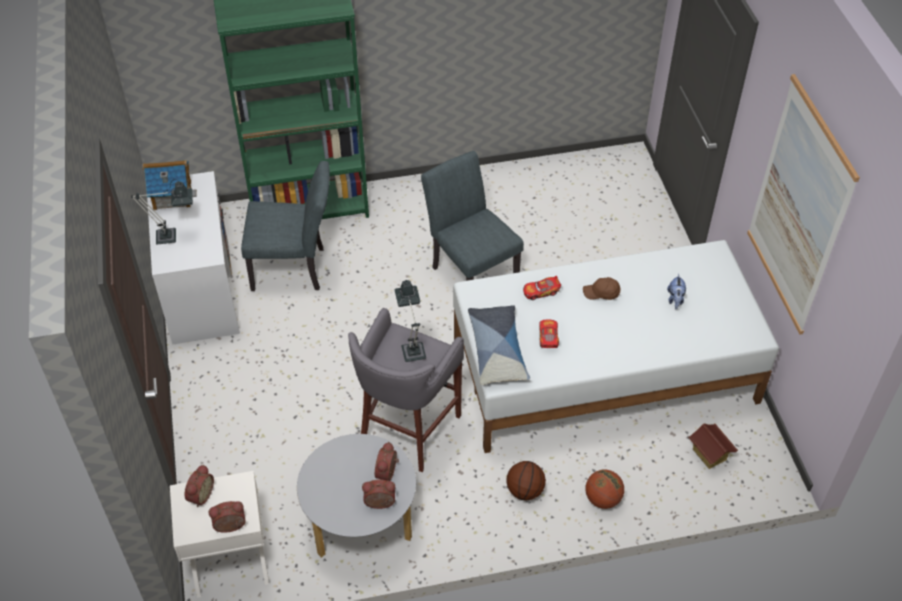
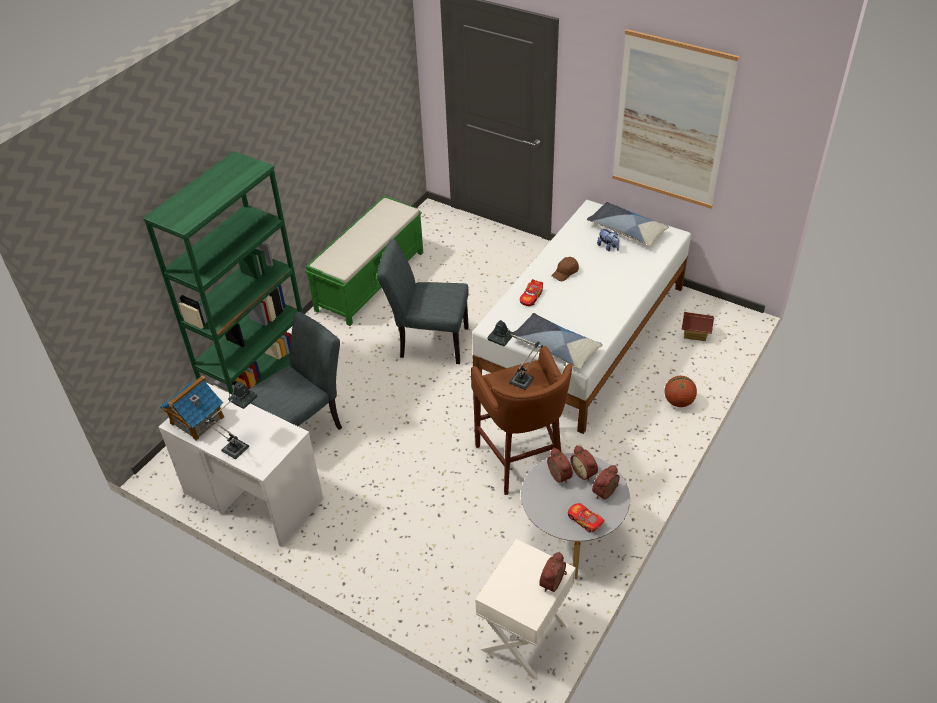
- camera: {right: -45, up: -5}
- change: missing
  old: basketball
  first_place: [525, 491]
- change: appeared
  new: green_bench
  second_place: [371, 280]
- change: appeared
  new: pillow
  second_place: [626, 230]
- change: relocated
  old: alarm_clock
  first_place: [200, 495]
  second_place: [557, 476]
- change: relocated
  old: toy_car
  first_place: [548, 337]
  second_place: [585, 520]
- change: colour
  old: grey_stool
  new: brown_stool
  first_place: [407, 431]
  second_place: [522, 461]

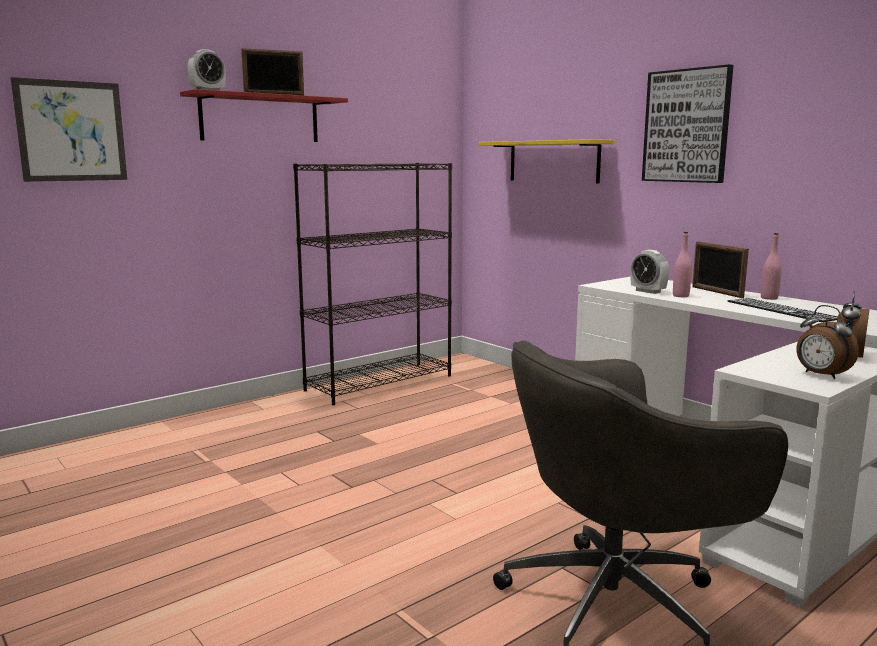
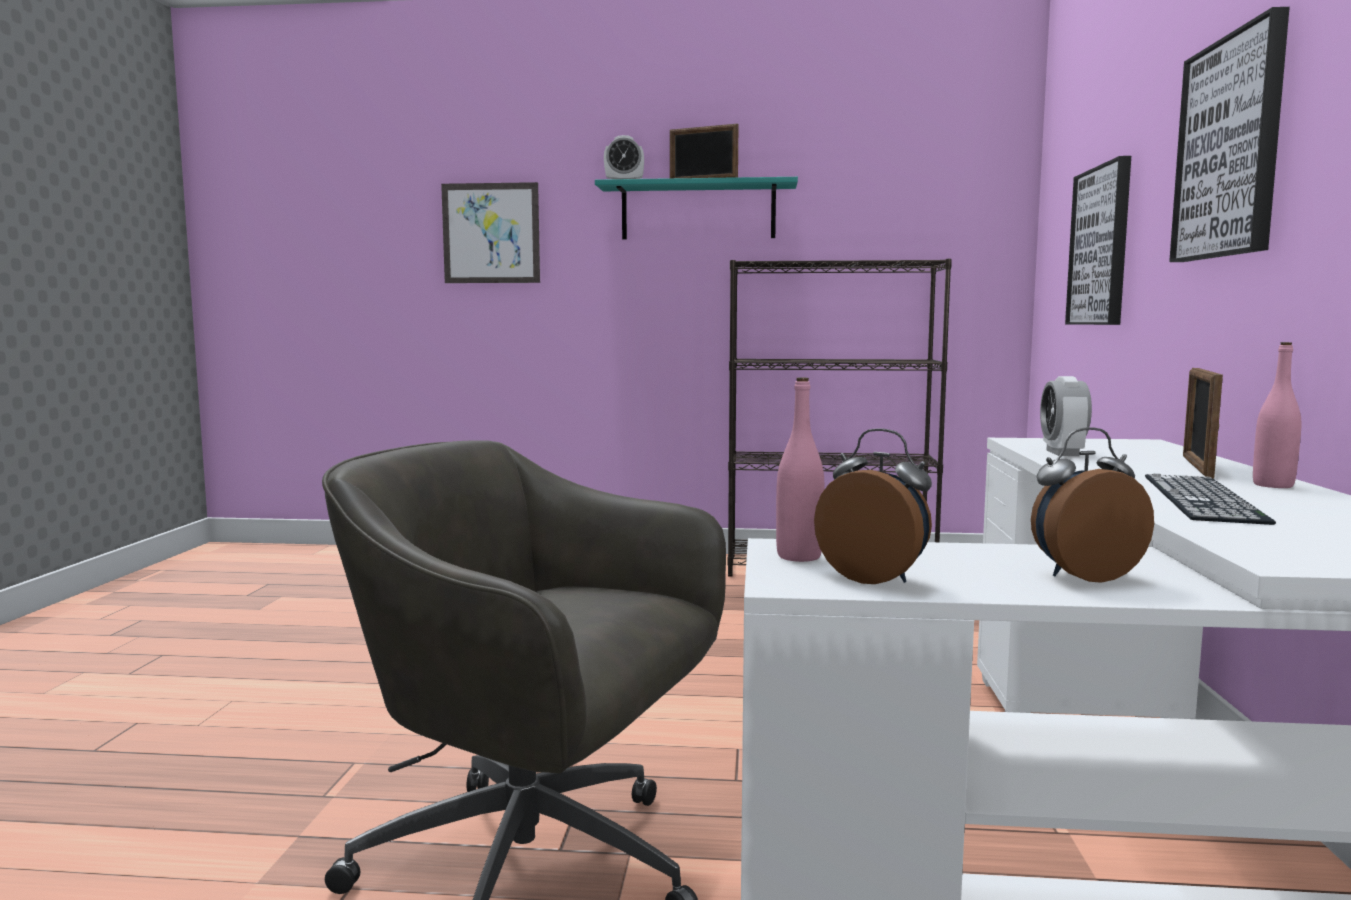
- camera: {right: 45, up: -5}
- change: relocated
  old: pink_bottle
  first_place: [680, 296]
  second_place: [799, 556]
- change: exchanged
  old: yellow_shelf
  new: picture
  first_place: [553, 161]
  second_place: [1101, 246]
- change: colour
  old: red_shelf
  new: turquoise_shelf
  first_place: [260, 118]
  second_place: [698, 212]
- change: spun
  old: alarm_clock
  first_place: [821, 375]
  second_place: [875, 578]
  degrees: 120

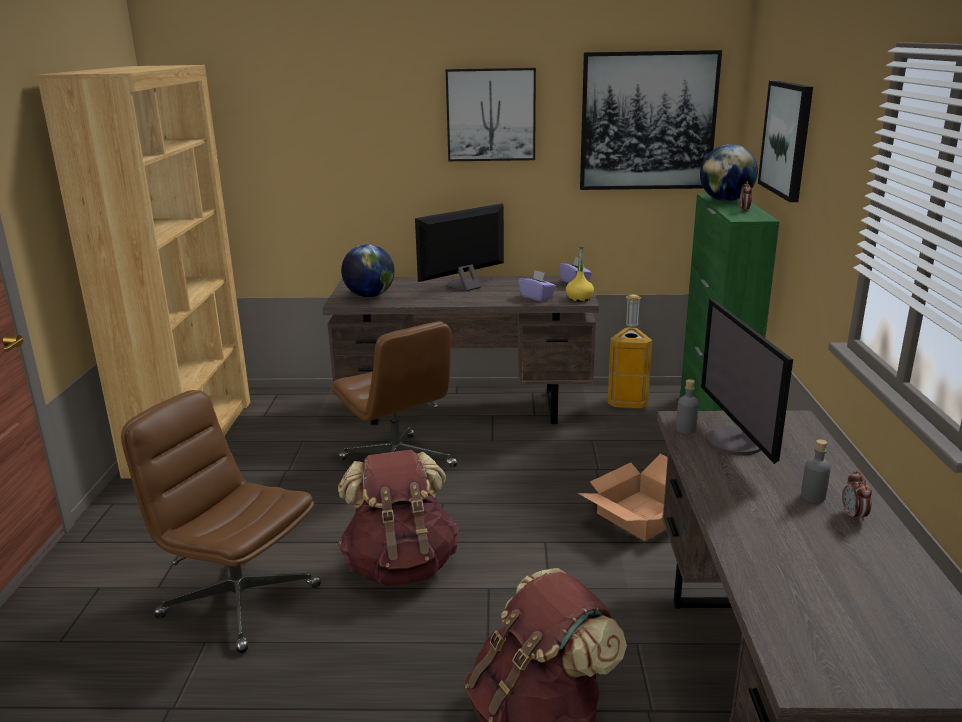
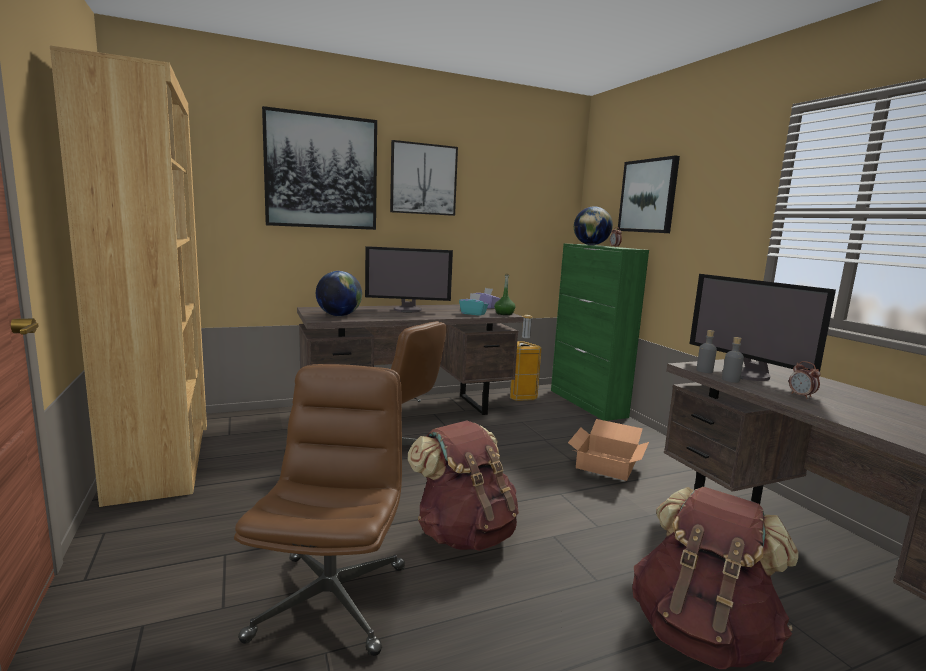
- camera: {right: -25, up: -10}
- change: relocated
  old: picture
  first_place: [647, 121]
  second_place: [321, 172]
- change: relocated
  old: grey_bottle
  first_place: [813, 496]
  second_place: [730, 380]
- change: relocated
  old: alarm_clock
  first_place: [853, 516]
  second_place: [801, 396]
- change: colour
  old: purple_tissue_box
  new: turquoise_tissue_box
  first_place: [537, 297]
  second_place: [473, 314]
- change: colour
  old: yellow_bottle
  new: green_bottle
  first_place: [579, 298]
  second_place: [504, 314]
- change: spun
  old: brown_office_chair
  first_place: [238, 601]
  second_place: [330, 600]
  degrees: 90
- change: spun
  old: monitor
  first_place: [463, 286]
  second_place: [408, 310]
  degrees: -120

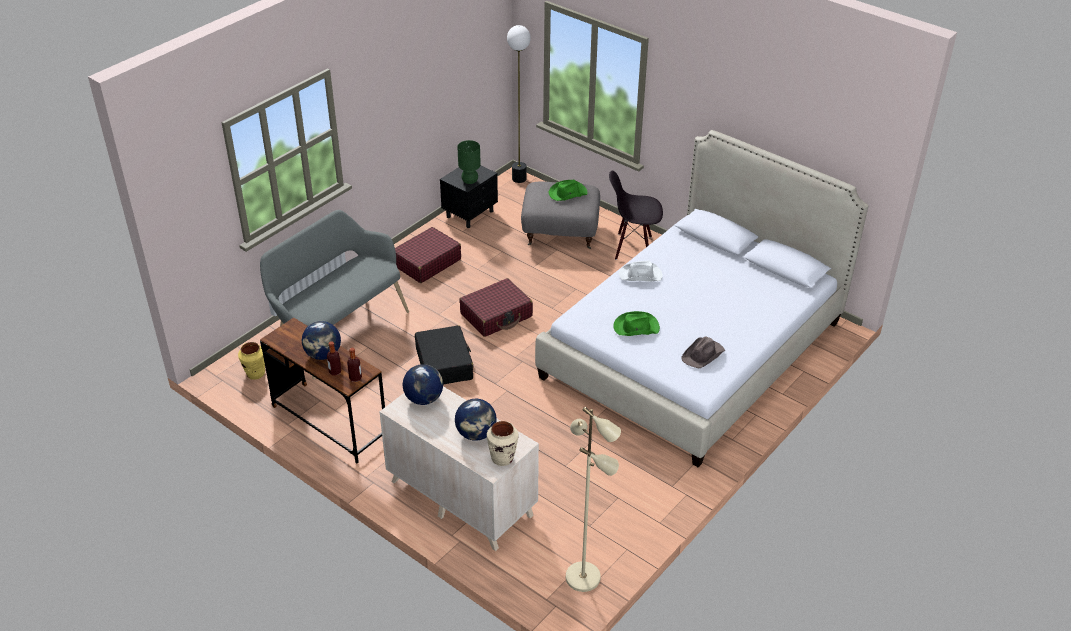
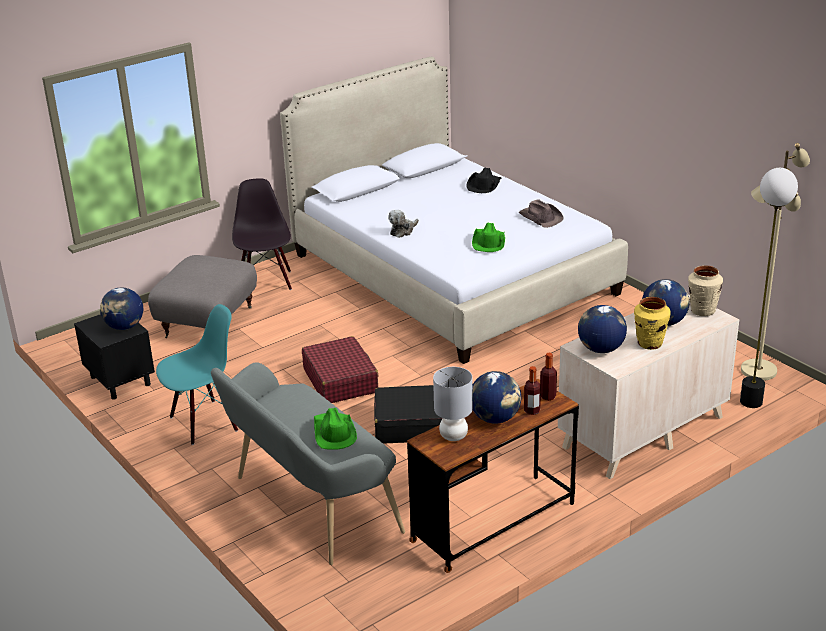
- camera: {right: -75, up: -10}
- change: appeared
  new: grey_table_lamp
  second_place: [454, 436]
- change: appeared
  new: black_hat
  second_place: [484, 185]
- change: relocated
  old: yellow_vase
  first_place: [255, 374]
  second_place: [649, 343]
- change: relocated
  old: floor_lamp
  first_place: [519, 178]
  second_place: [751, 402]
- change: relocated
  old: green_hat
  first_place: [567, 193]
  second_place: [334, 433]
- change: exchanged
  old: red_suitcase
  new: turquoise_chair
  first_place: [426, 262]
  second_place: [204, 423]
- change: exchanged
  old: green_table_lamp
  new: globe
  first_place: [469, 181]
  second_place: [124, 327]
- change: exchanged
  old: white_hat
  new: plush_toy
  first_place: [641, 275]
  second_place: [403, 231]
- change: spun
  old: black_chair
  first_place: [633, 247]
  second_place: [266, 283]
  degrees: 150

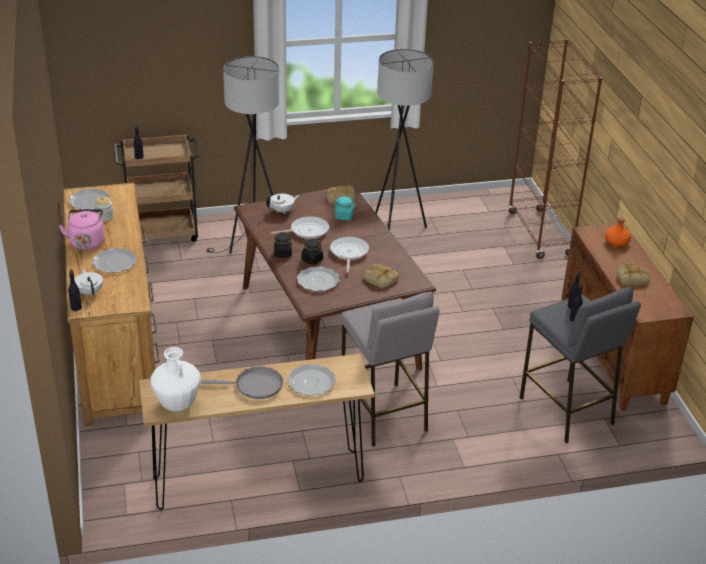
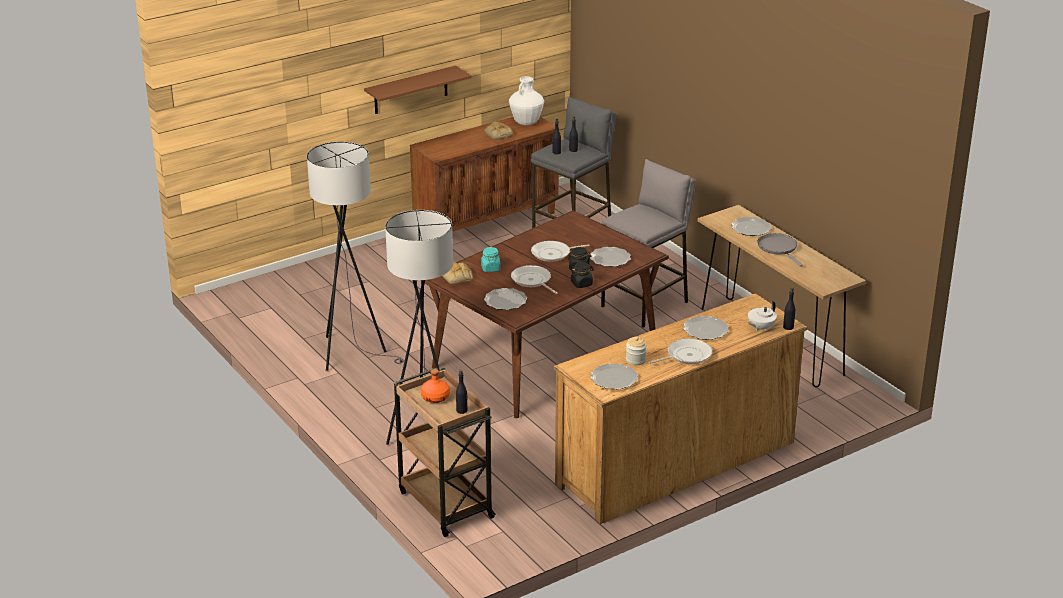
- camera: {right: -110, up: -5}
- change: missing
  old: bread
  first_place: [379, 279]
- change: missing
  old: brown_bookcase
  first_place: [540, 234]
- change: appeared
  new: brown_shelf
  second_place: [410, 90]
- change: relocated
  old: white_vase
  first_place: [177, 404]
  second_place: [526, 123]
- change: relocated
  old: orange_bottle
  first_place: [616, 242]
  second_place: [435, 397]
- change: exchanged
  old: pink_kettle
  new: frying_pan
  first_place: [87, 241]
  second_place: [686, 355]
- change: exchanged
  old: white_teapot
  new: plate
  first_place: [282, 211]
  second_place: [505, 301]

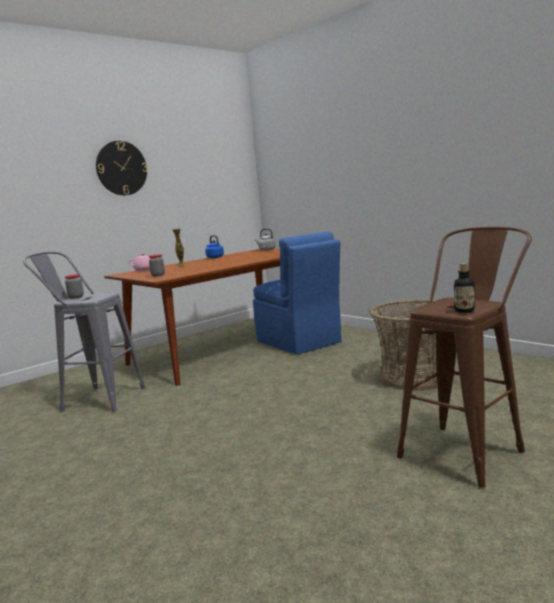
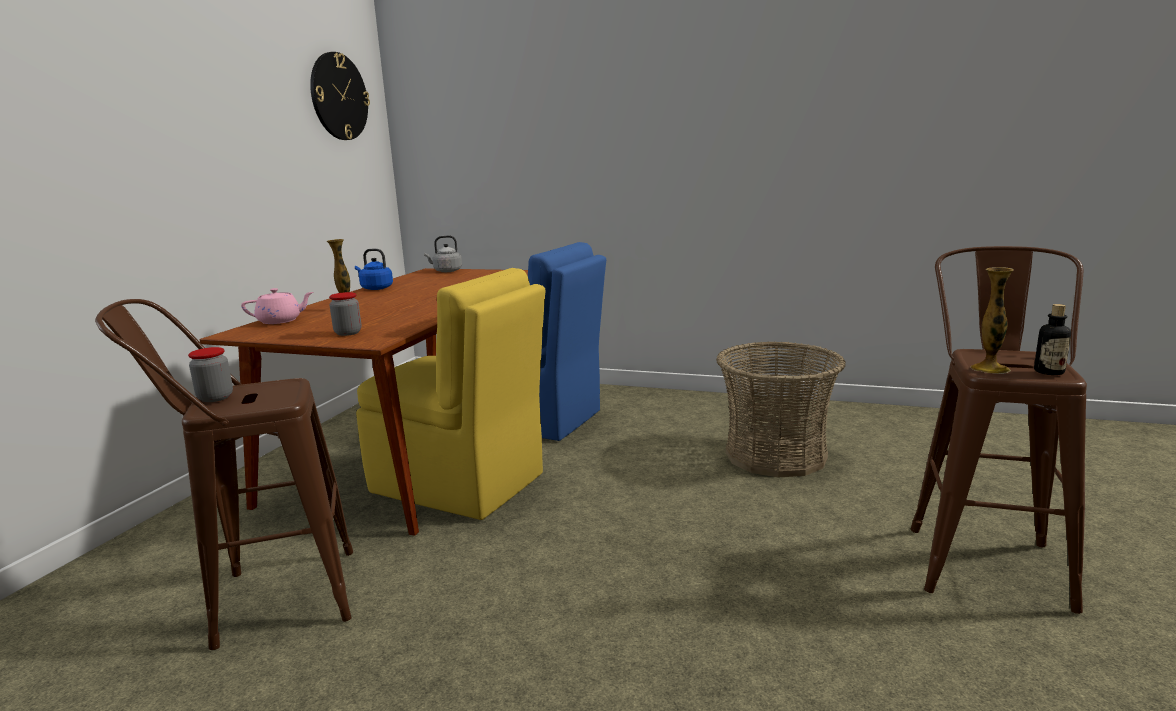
- camera: {right: -30, up: 5}
- change: appeared
  new: yellow_chair
  second_place: [461, 484]
- change: appeared
  new: vase
  second_place: [990, 369]
- change: relocated
  old: wall_clock
  first_place: [121, 168]
  second_place: [339, 96]
- change: colour
  old: grey_stool
  new: brown_stool
  first_place: [96, 399]
  second_place: [268, 600]

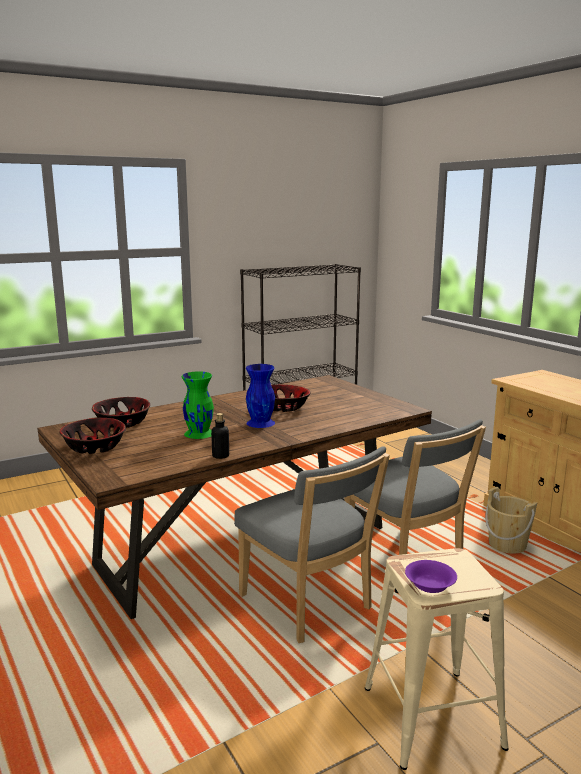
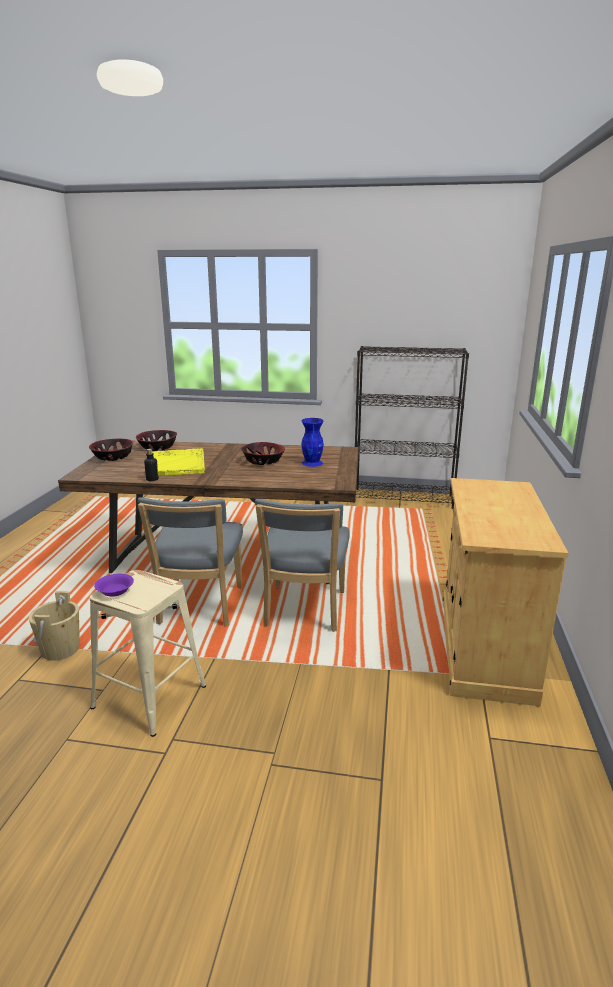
- camera: {right: 40, up: 5}
- change: relocated
  old: blue_vase
  first_place: [261, 423]
  second_place: [312, 463]
- change: relocated
  old: beige_bucket
  first_place: [507, 544]
  second_place: [60, 649]
- change: exchanged
  old: green_vase
  new: yellow_tray
  first_place: [199, 433]
  second_place: [176, 464]

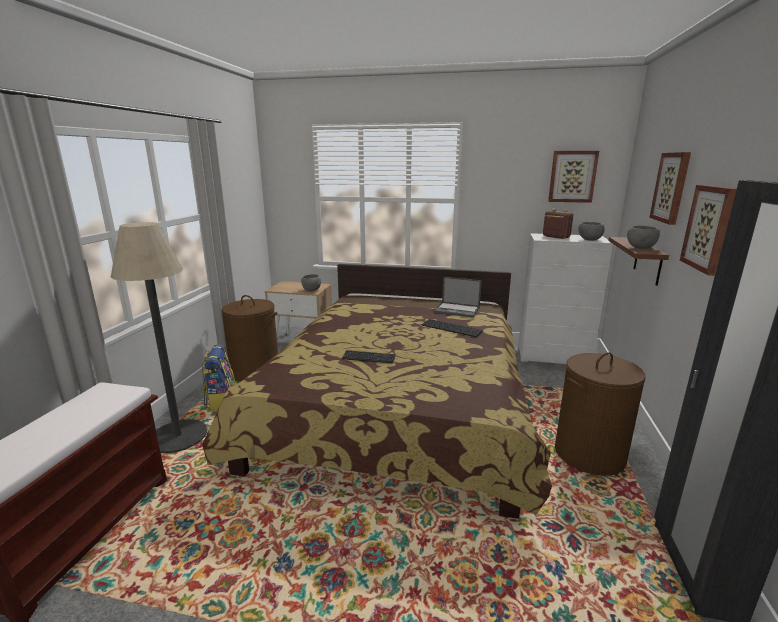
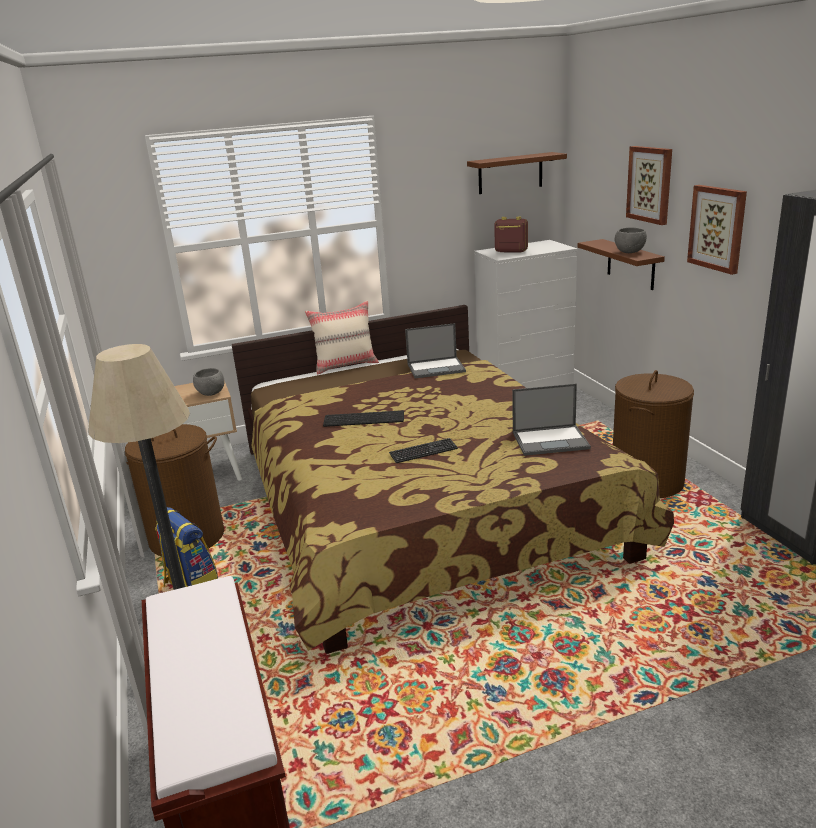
- camera: {right: -30, up: 5}
- change: missing
  old: grey_bowl
  first_place: [590, 240]
- change: appeared
  new: beige_pillow
  second_place: [345, 365]
- change: appeared
  new: laptop
  second_place: [551, 440]
- change: relocated
  old: keyboard
  first_place: [452, 328]
  second_place: [365, 418]
- change: exchanged
  old: picture
  new: brown_shelf
  first_place: [572, 176]
  second_place: [510, 173]

